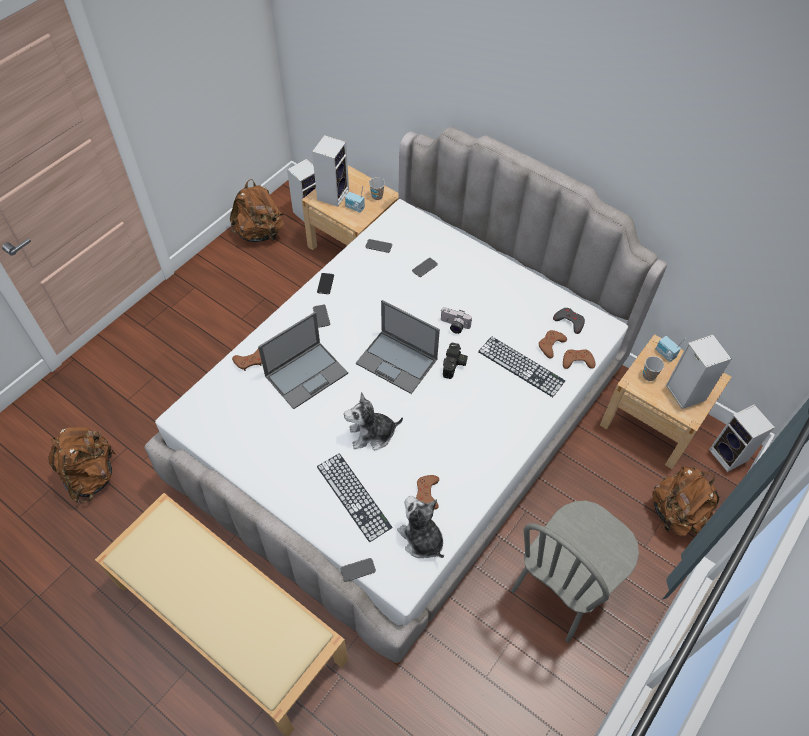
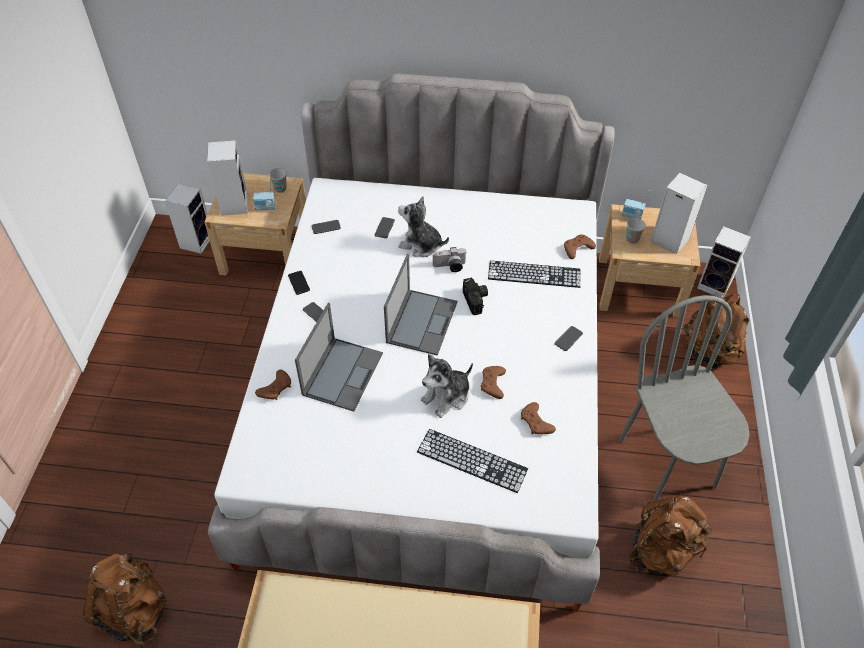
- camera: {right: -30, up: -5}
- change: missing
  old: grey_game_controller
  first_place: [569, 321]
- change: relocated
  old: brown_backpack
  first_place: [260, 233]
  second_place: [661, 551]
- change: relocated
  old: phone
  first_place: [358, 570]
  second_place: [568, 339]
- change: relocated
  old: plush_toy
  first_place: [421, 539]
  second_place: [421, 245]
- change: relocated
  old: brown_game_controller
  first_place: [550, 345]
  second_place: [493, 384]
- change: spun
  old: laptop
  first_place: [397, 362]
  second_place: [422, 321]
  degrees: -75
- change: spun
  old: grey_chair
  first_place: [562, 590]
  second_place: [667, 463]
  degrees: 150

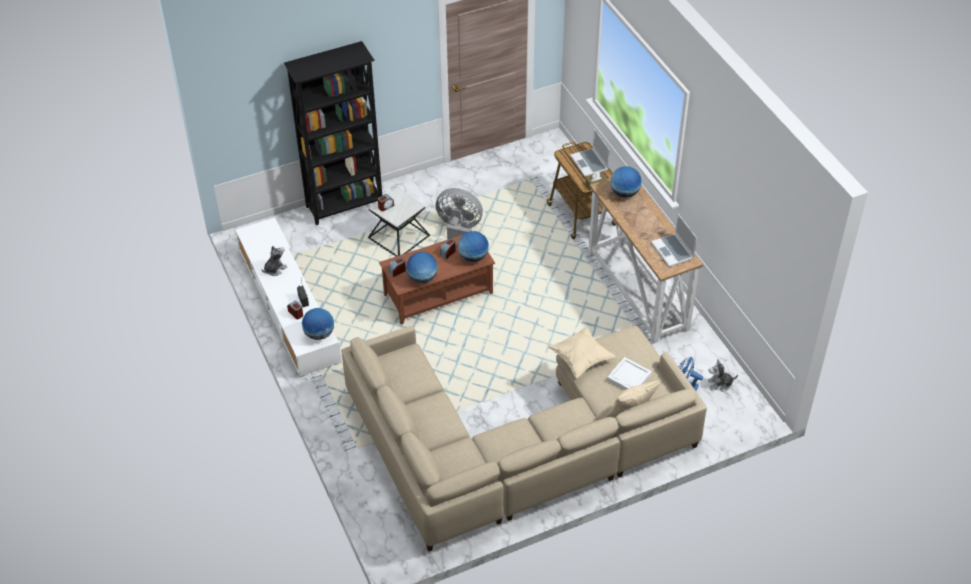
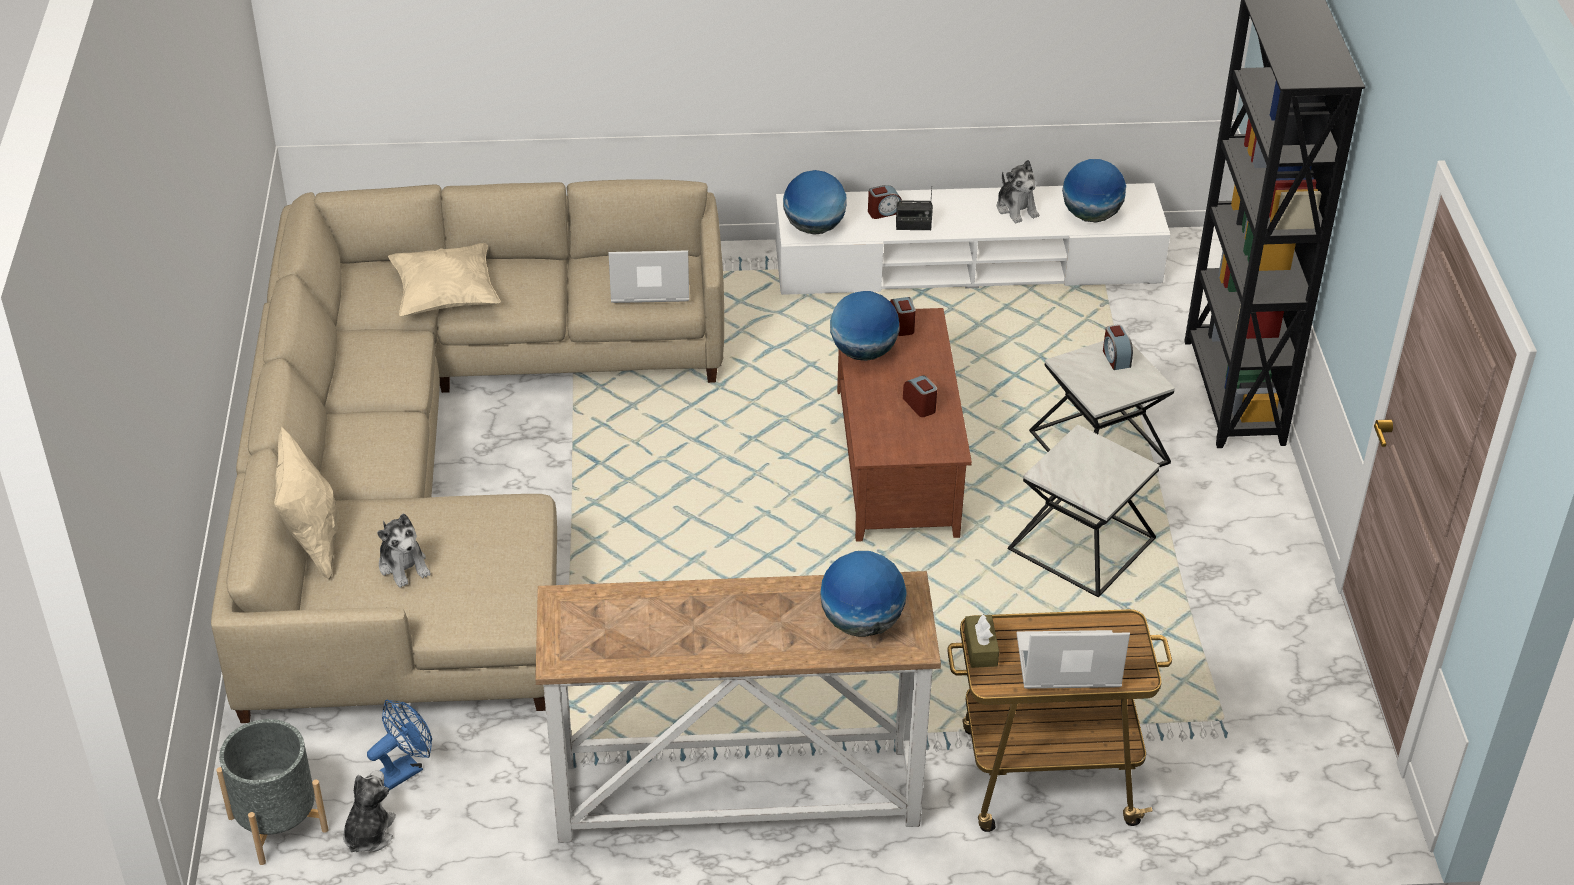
- camera: {right: 110, up: -5}
- change: appeared
  new: grey_planter
  second_place: [278, 823]
- change: relocated
  old: globe
  first_place: [473, 257]
  second_place: [1091, 216]
- change: relocated
  old: beige_pillow
  first_place: [580, 359]
  second_place: [446, 297]
- change: relocated
  old: laptop
  first_place: [673, 251]
  second_place: [648, 286]
- change: exchanged
  old: grey_fan
  new: side_table
  first_place: [459, 230]
  second_place: [1081, 544]
- change: exchanged
  old: white_tray
  new: plush_toy
  first_place: [628, 377]
  second_place: [404, 565]

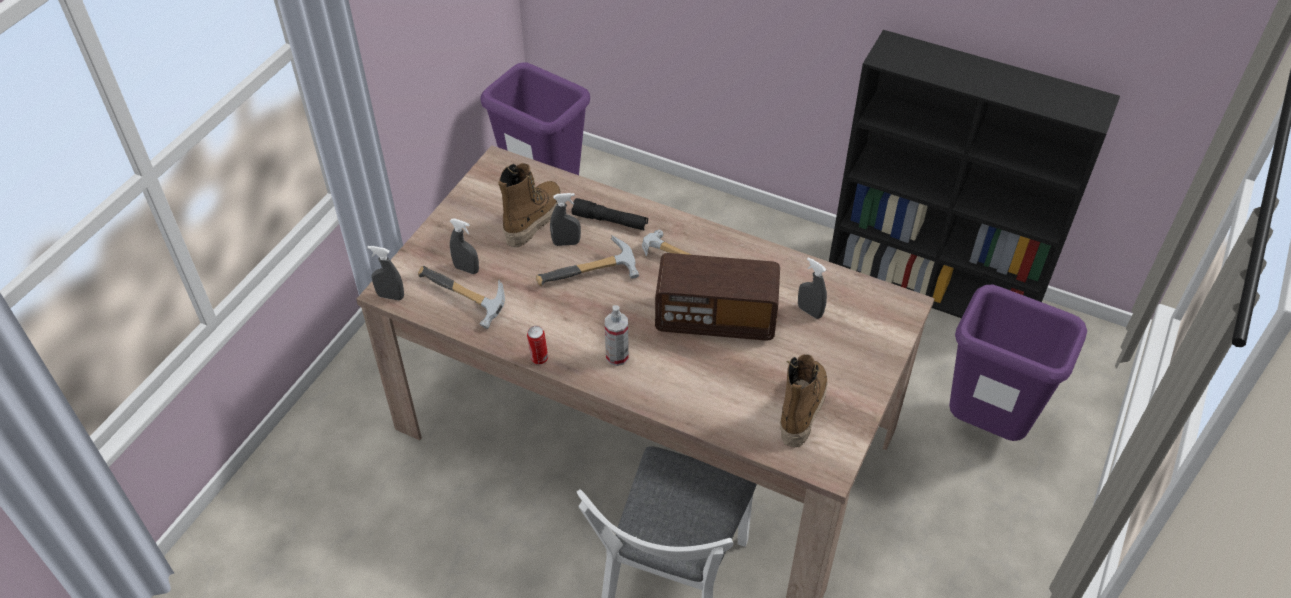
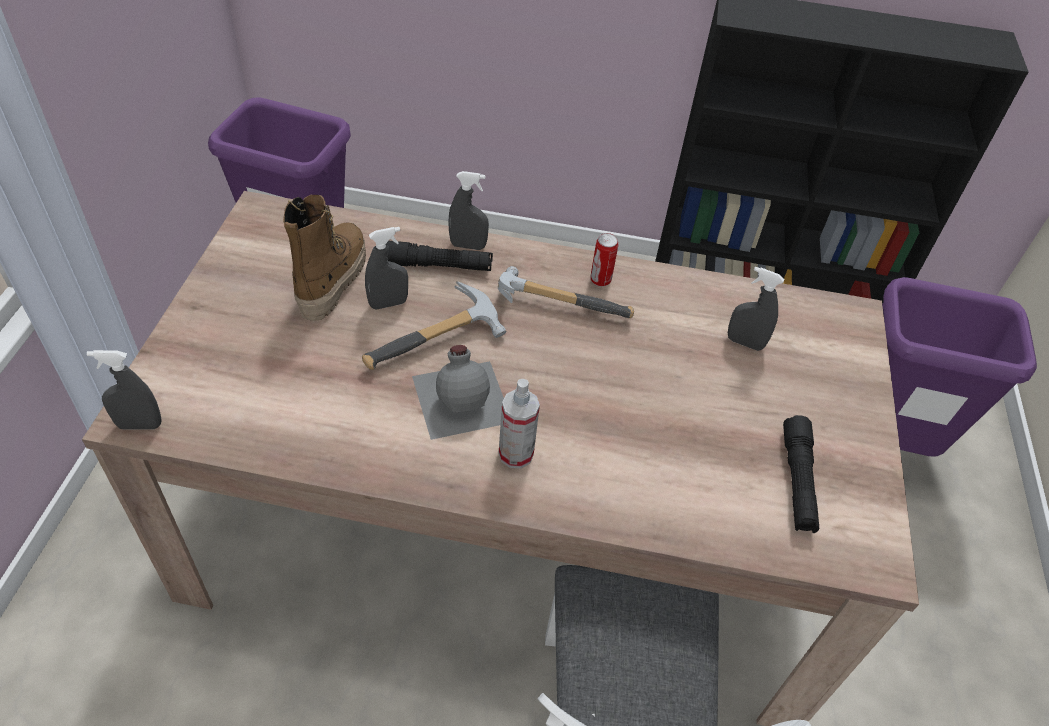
- camera: {right: -20, up: 0}
- change: missing
  old: hammer
  first_place: [462, 301]
- change: missing
  old: radio
  first_place: [715, 319]
- change: appeared
  new: grey_bottle
  second_place: [462, 397]
- change: relocated
  old: grey_spray_bottle
  first_place: [466, 269]
  second_place: [468, 246]
- change: relocated
  old: can
  first_place: [539, 359]
  second_place: [600, 280]
- change: exchanged
  old: boot
  new: black_flashlight
  first_place: [801, 409]
  second_place: [797, 481]

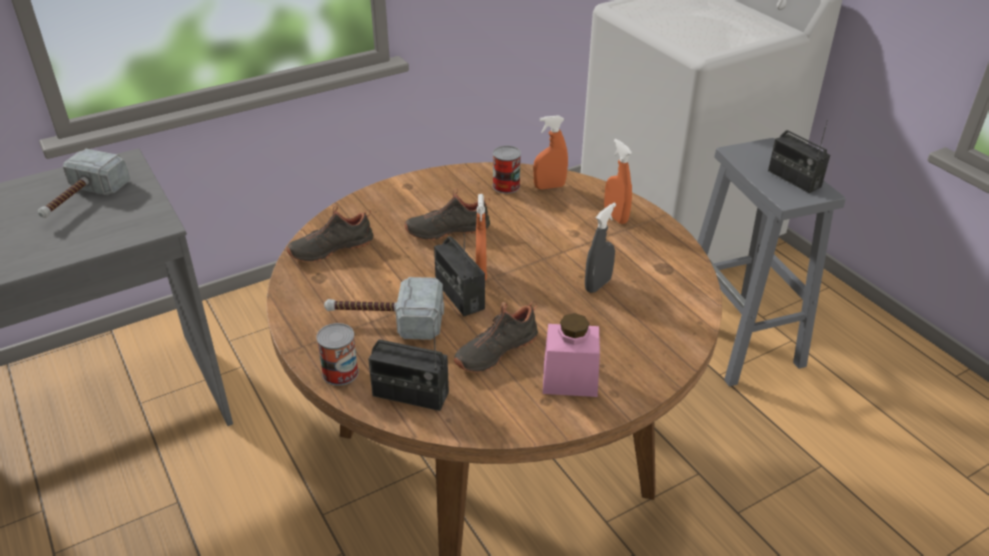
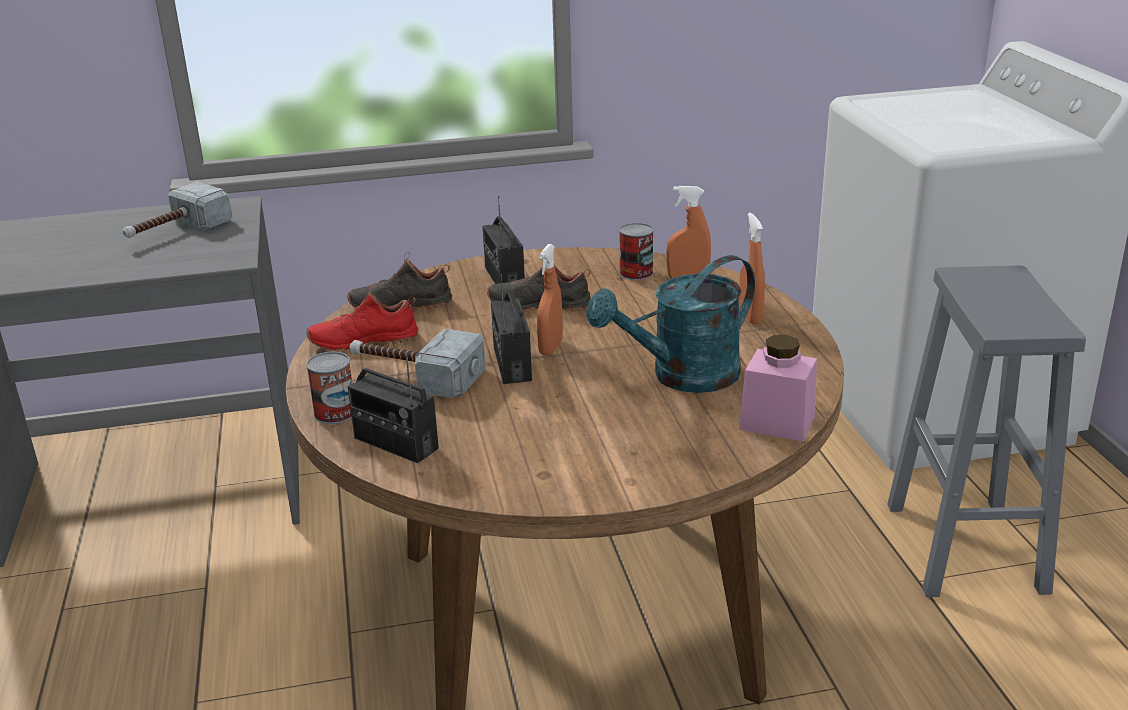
- camera: {right: 20, up: -10}
- change: missing
  old: black_shoe
  first_place: [495, 350]
- change: appeared
  new: red_shoe
  second_place: [363, 340]
- change: relocated
  old: pink_jar
  first_place: [570, 380]
  second_place: [777, 422]
- change: relocated
  old: radio
  first_place: [794, 179]
  second_place: [504, 279]
- change: exchanged
  old: grey_spray_bottle
  new: turquoise_watering_can
  first_place: [598, 285]
  second_place: [682, 377]

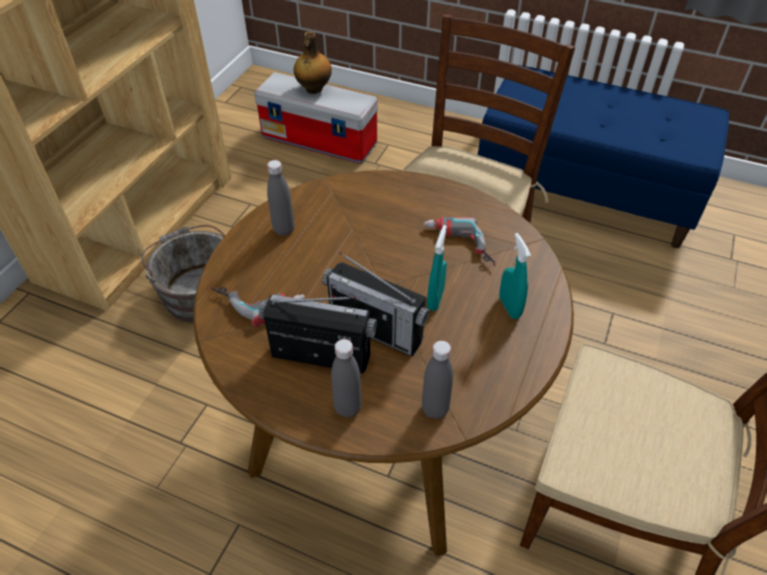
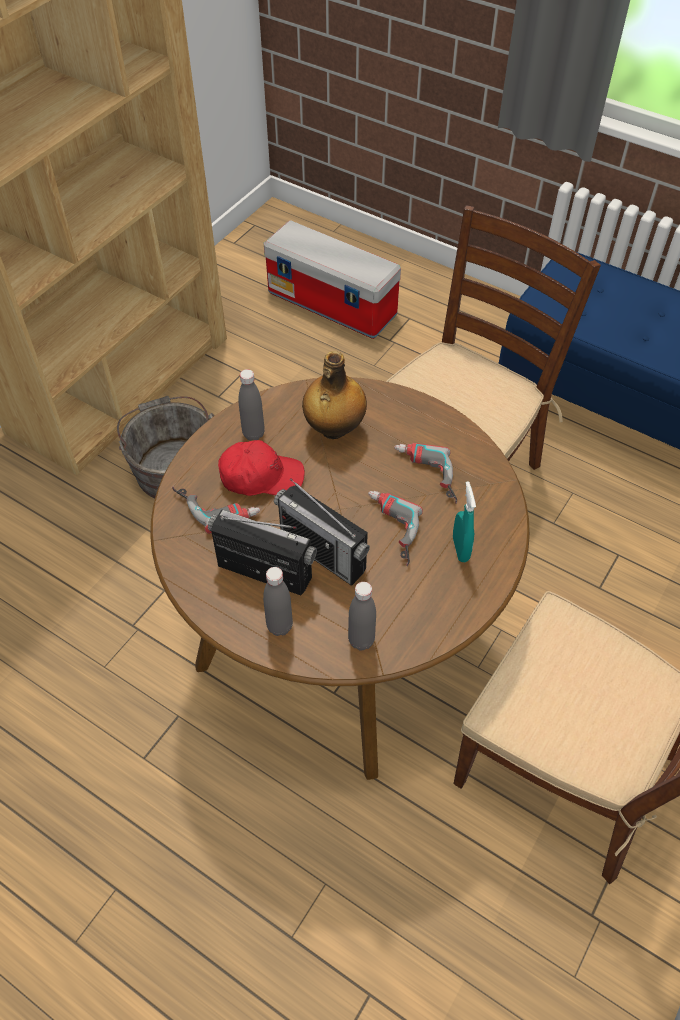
- camera: {right: 10, up: 5}
- change: appeared
  new: red_cap
  second_place: [261, 477]
- change: relocated
  old: bottle
  first_place: [313, 89]
  second_place: [333, 429]
- change: exchanged
  old: turquoise_spray_bottle
  new: power_drill
  first_place: [435, 299]
  second_place: [388, 530]

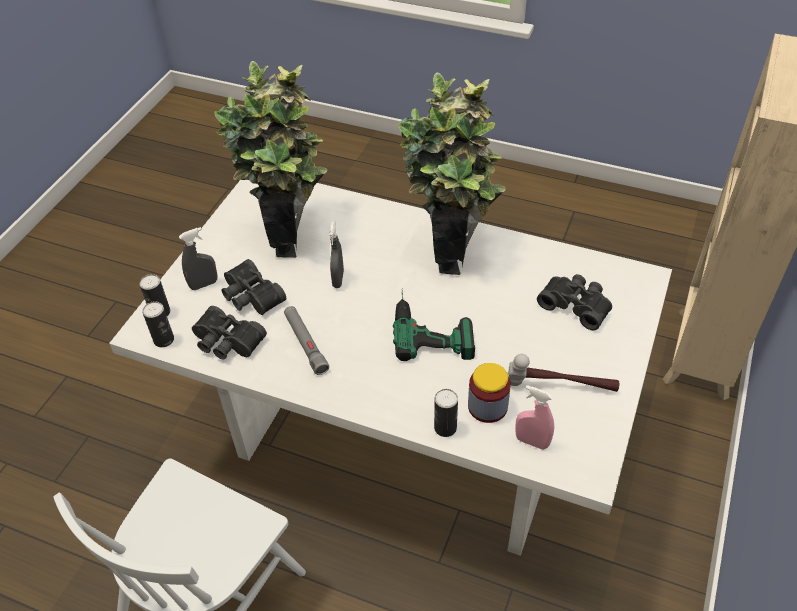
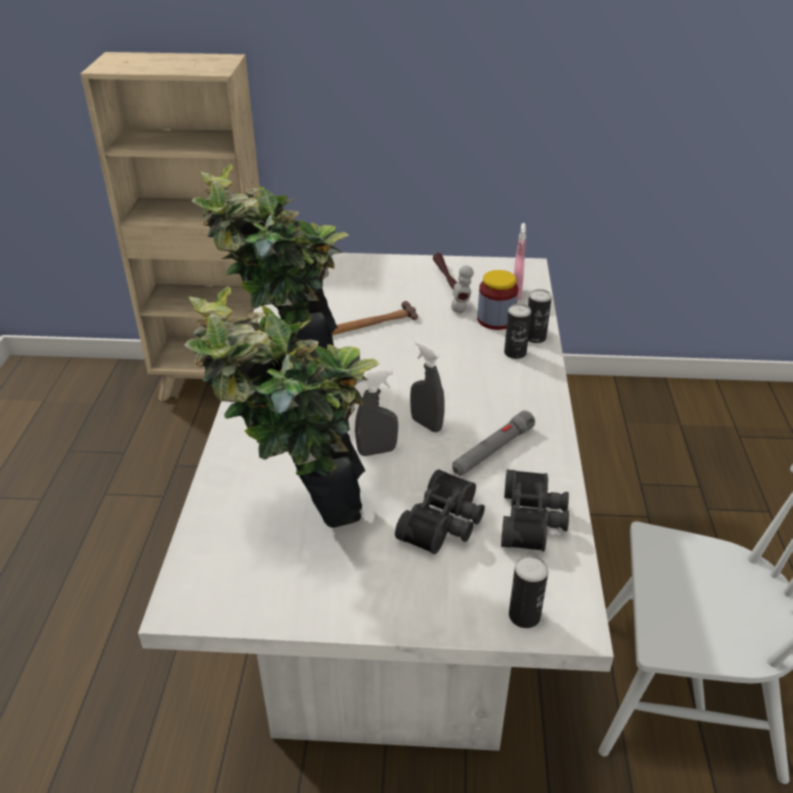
- camera: {right: -110, up: -10}
- change: missing
  old: power_drill
  first_place: [431, 326]
- change: missing
  old: black_binoculars
  first_place: [576, 305]
- change: appeared
  new: hammer
  second_place: [370, 324]
- change: relocated
  old: can
  first_place: [164, 340]
  second_place: [515, 353]
- change: relocated
  old: grey_spray_bottle
  first_place: [204, 284]
  second_place: [426, 424]

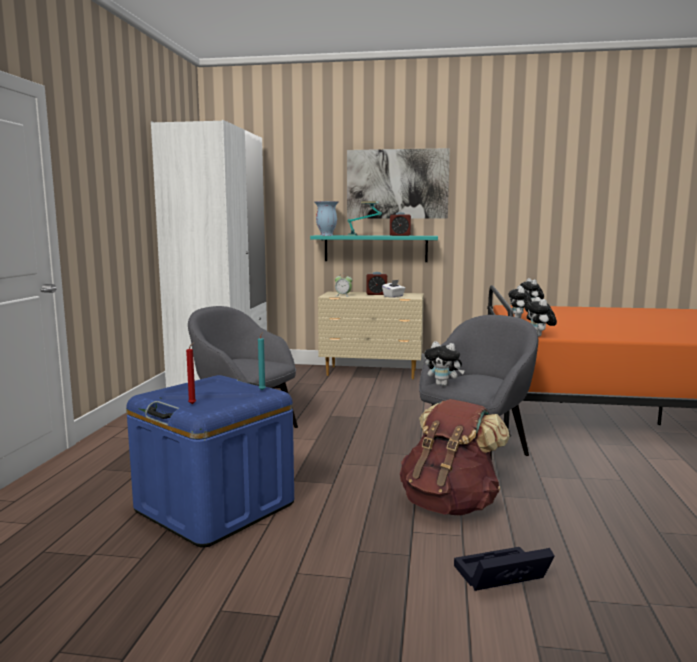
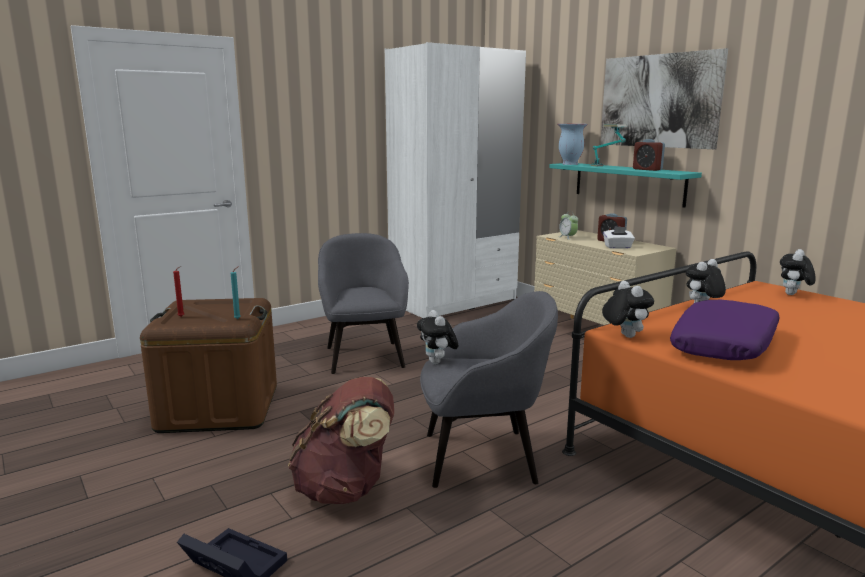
- camera: {right: 45, up: 5}
- change: appeared
  new: purple_pillow
  second_place: [725, 344]
- change: colour
  old: blue_storage_box
  new: brown_storage_box
  first_place: [215, 507]
  second_place: [219, 408]
- change: spun
  old: plush_toy
  first_place: [539, 336]
  second_place: [624, 336]
  degrees: 120

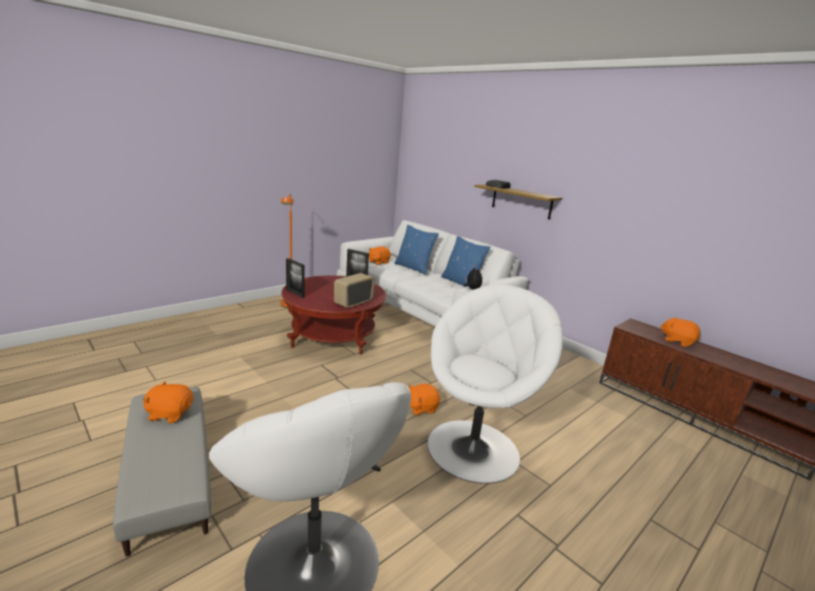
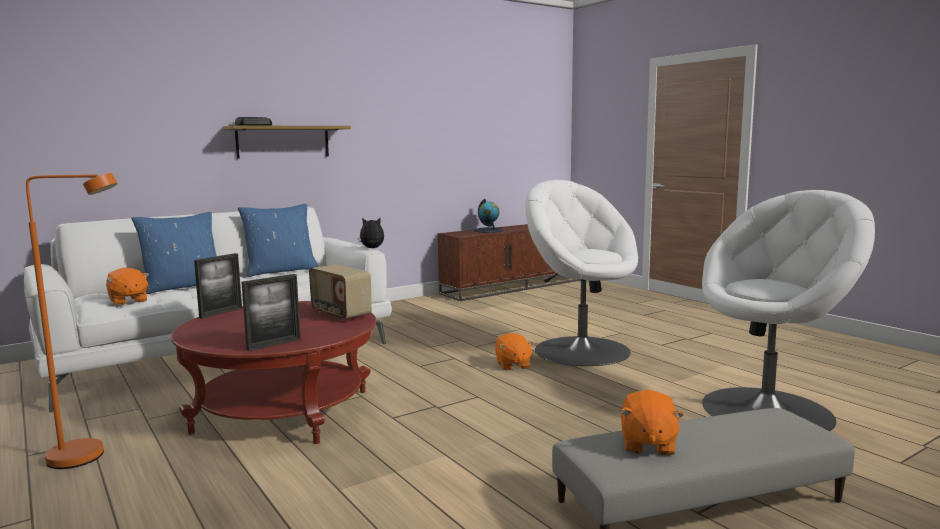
- camera: {right: -80, up: -10}
- change: exchanged
  old: orange_plush_toy
  new: globe
  first_place: [677, 341]
  second_place: [489, 230]

